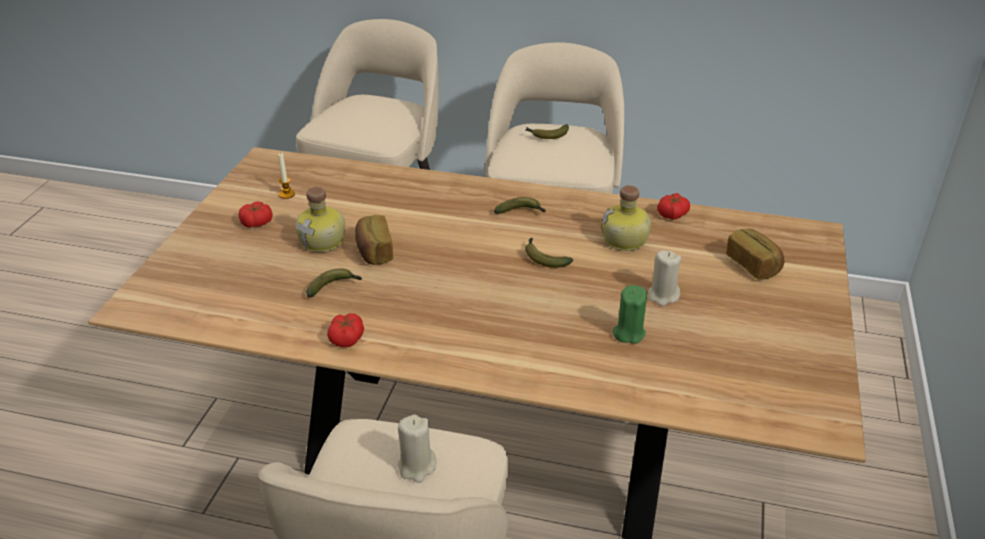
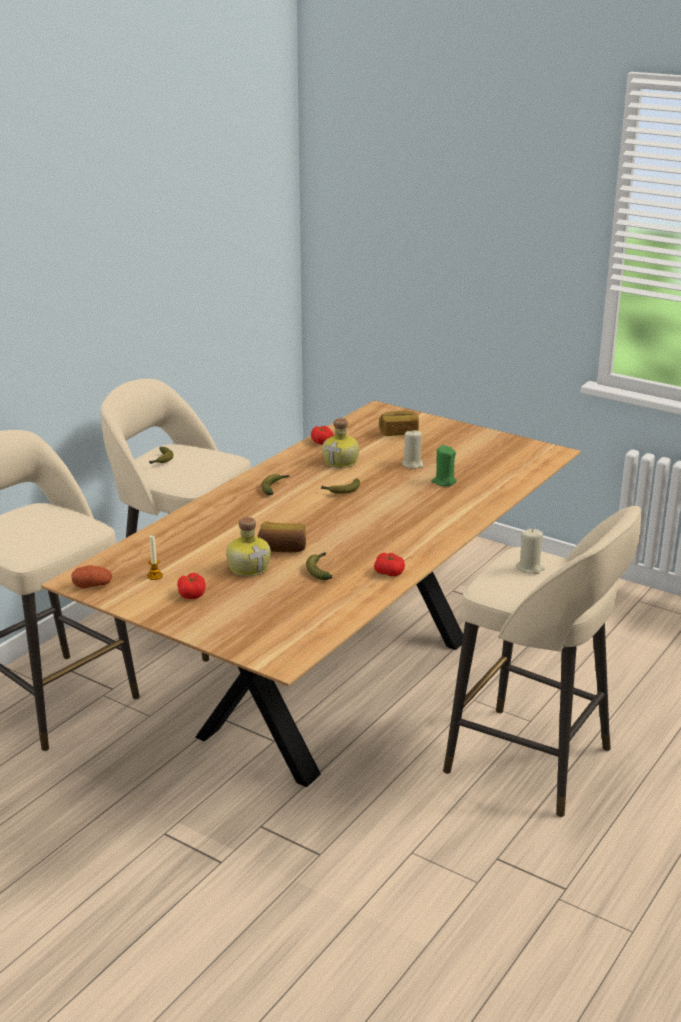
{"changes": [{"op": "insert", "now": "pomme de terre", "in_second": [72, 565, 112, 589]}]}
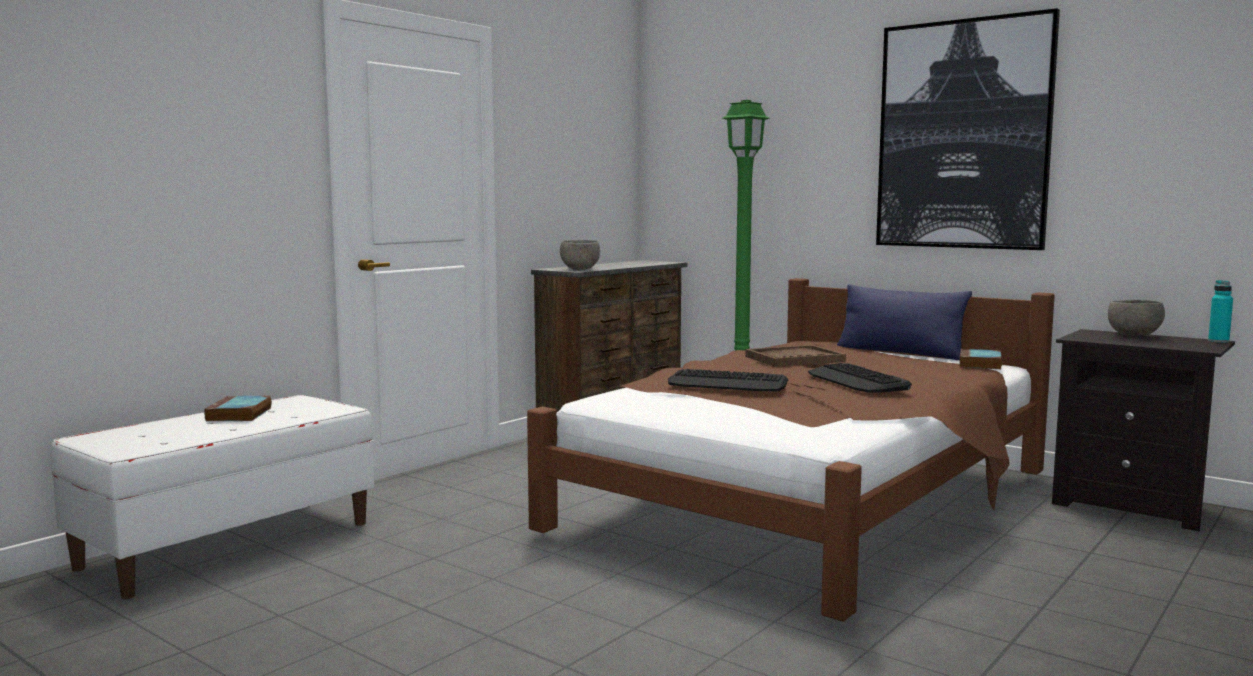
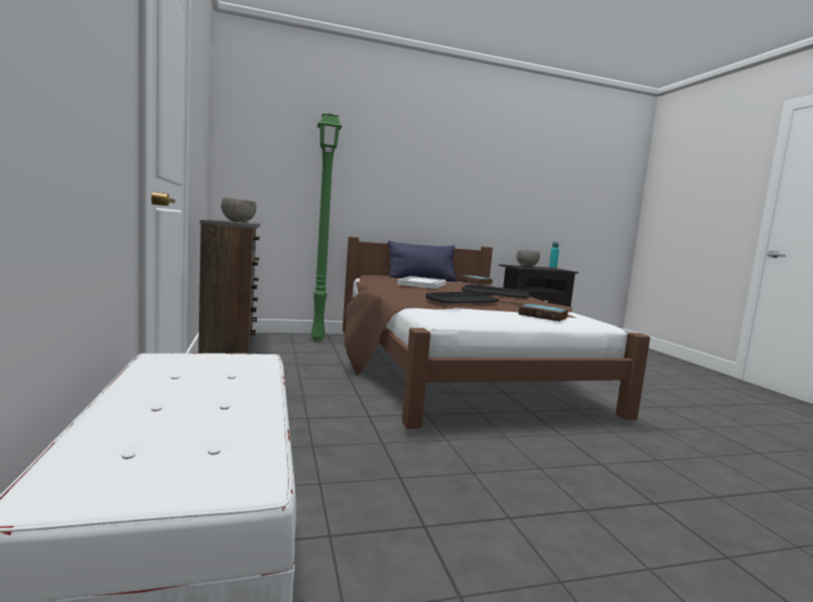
{"changes": [{"op": "delete", "was": "tableau", "in_first": [876, 8, 1060, 250]}, {"op": "move", "was": "livre", "in_first": [204, 396, 272, 421], "in_second": [518, 303, 569, 322]}, {"op": "recolor", "was": "plateau (marron)", "now": "plateau (blanc)", "in_first": [745, 345, 846, 367], "in_second": [397, 276, 446, 289]}]}
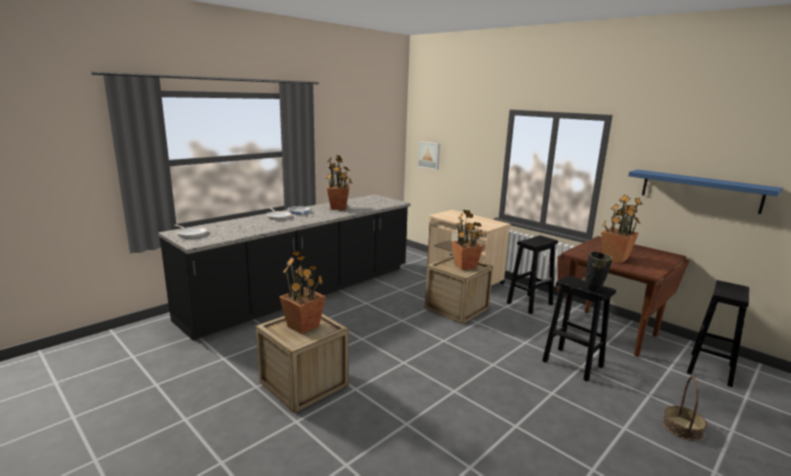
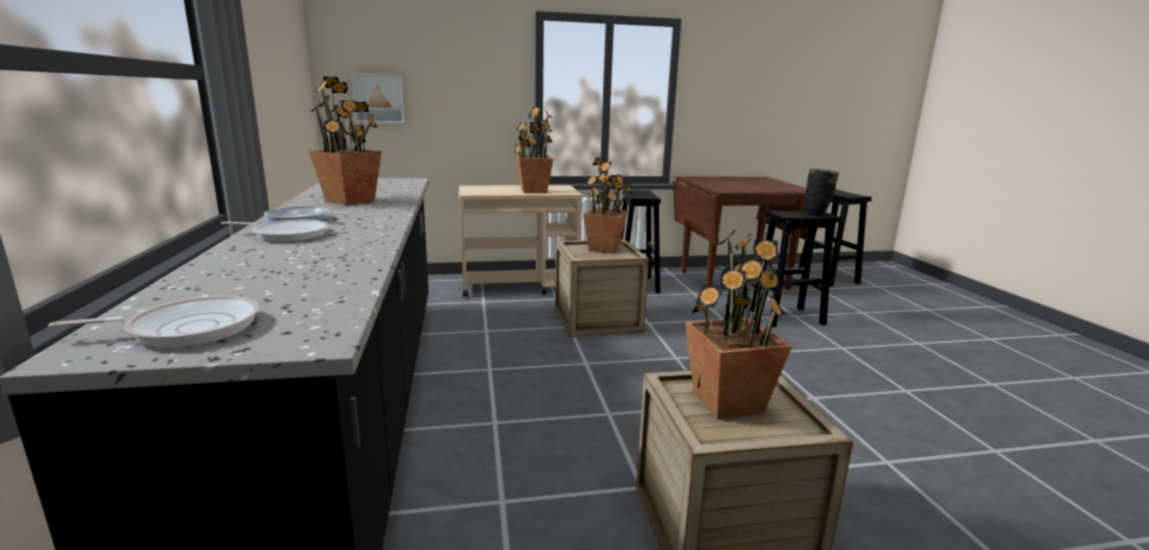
{"changes": [{"op": "delete", "was": "étagère (bleu)", "in_first": [628, 170, 782, 214]}, {"op": "delete", "was": "panier", "in_first": [662, 376, 707, 441]}, {"op": "move", "was": "plante en pot", "in_first": [601, 195, 643, 263], "in_second": [514, 107, 553, 193]}]}
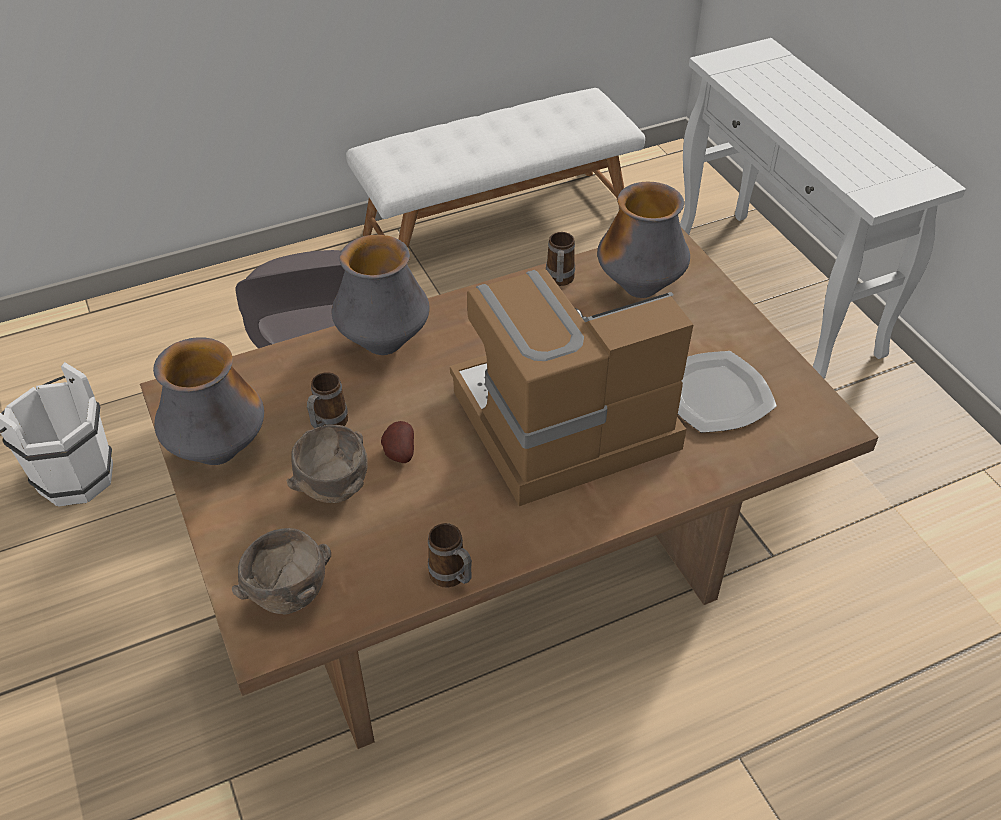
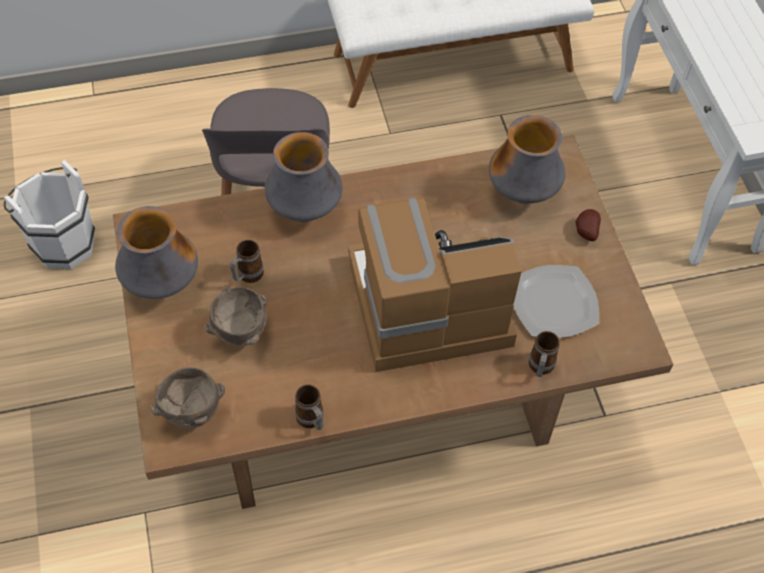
{"changes": [{"op": "move", "was": "pomme de terre", "in_first": [381, 421, 414, 463], "in_second": [576, 209, 601, 241]}, {"op": "move", "was": "mug", "in_first": [546, 232, 575, 286], "in_second": [529, 331, 560, 377]}]}
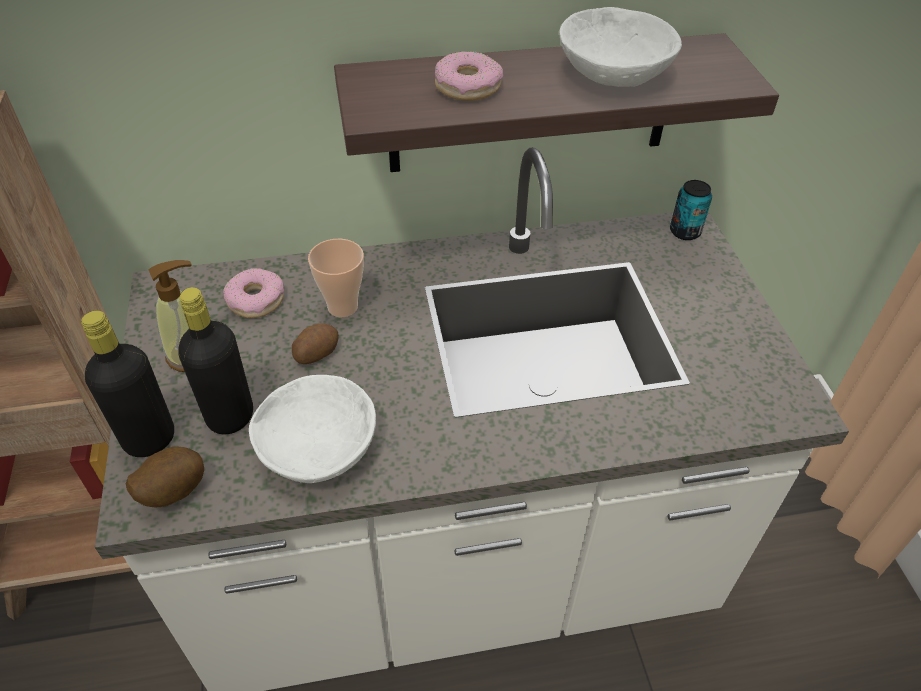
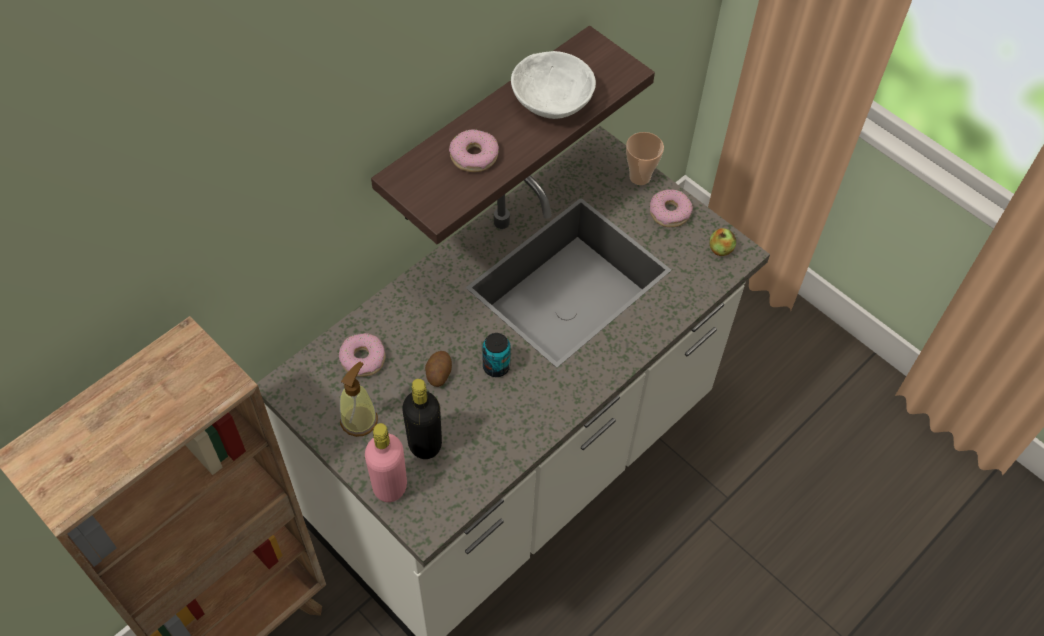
{"changes": [{"op": "delete", "was": "pomme de terre", "in_first": [126, 447, 204, 507]}, {"op": "delete", "was": "bol (blanc)", "in_first": [249, 375, 376, 483]}, {"op": "insert", "now": "beignet", "in_second": [650, 189, 693, 227]}, {"op": "insert", "now": "pomme", "in_second": [710, 228, 736, 256]}, {"op": "move", "was": "tasse", "in_first": [308, 239, 364, 317], "in_second": [626, 132, 664, 185]}, {"op": "move", "was": "boîte métallique", "in_first": [670, 180, 712, 240], "in_second": [482, 333, 511, 377]}, {"op": "recolor", "was": "bouteille (noir)", "now": "bouteille (rose)", "in_first": [81, 311, 174, 457], "in_second": [365, 423, 407, 502]}]}
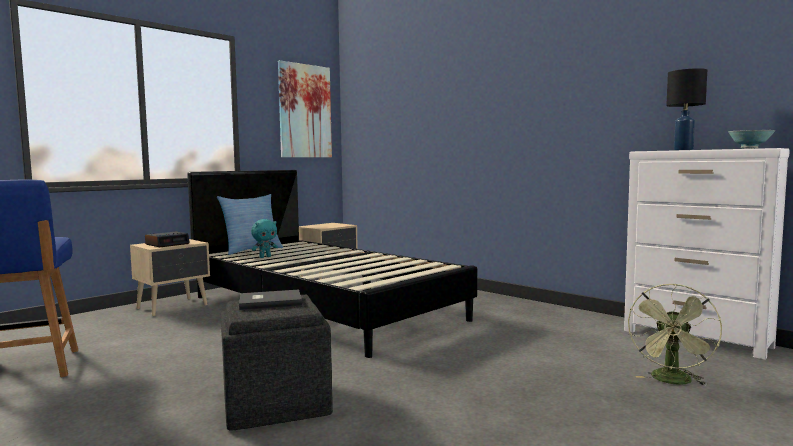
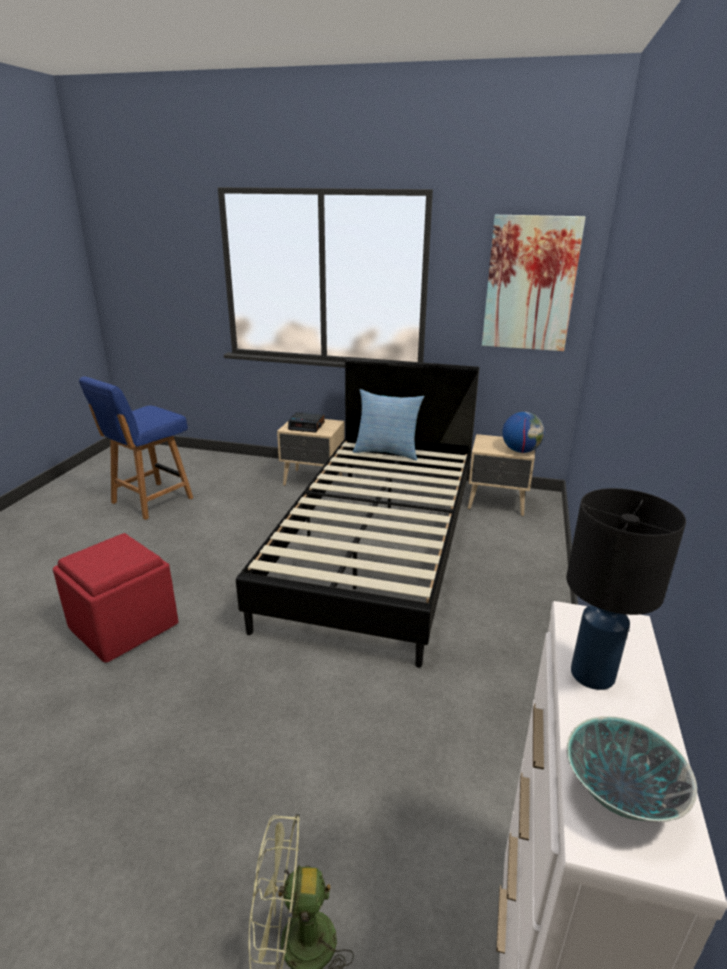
{"changes": [{"op": "delete", "was": "livre (gris)", "in_first": [239, 290, 302, 310]}, {"op": "delete", "was": "peluche (turquoise)", "in_first": [251, 219, 278, 258]}, {"op": "insert", "now": "globe", "in_second": [502, 412, 545, 453]}, {"op": "recolor", "was": "pouf (gris)", "now": "pouf (rouge)", "in_first": [221, 295, 333, 431], "in_second": [53, 533, 178, 662]}]}
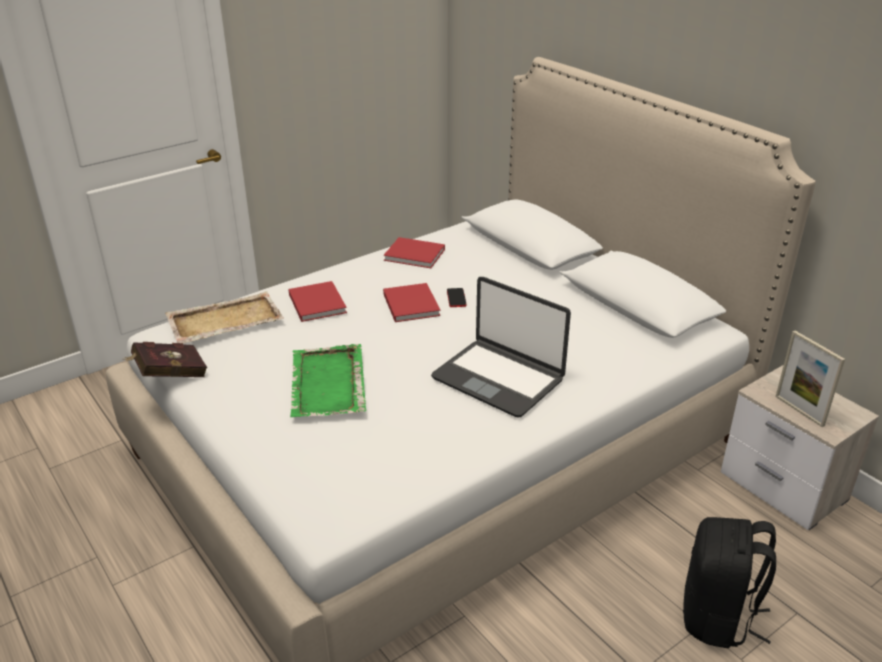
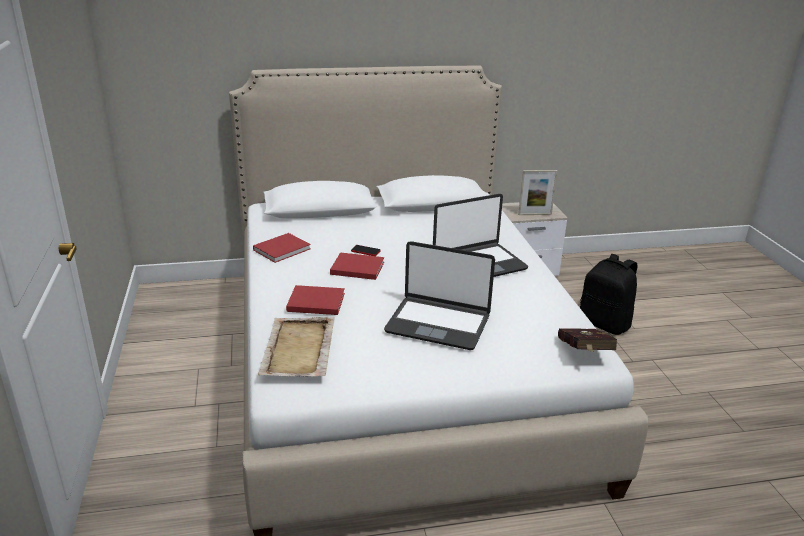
{"changes": [{"op": "move", "was": "livre (rouge)", "in_first": [124, 342, 207, 377], "in_second": [558, 328, 617, 352]}, {"op": "replace", "was": "plateau (vert)", "now": "ordinateur portable", "in_first": [290, 344, 366, 417], "in_second": [384, 241, 495, 350]}]}
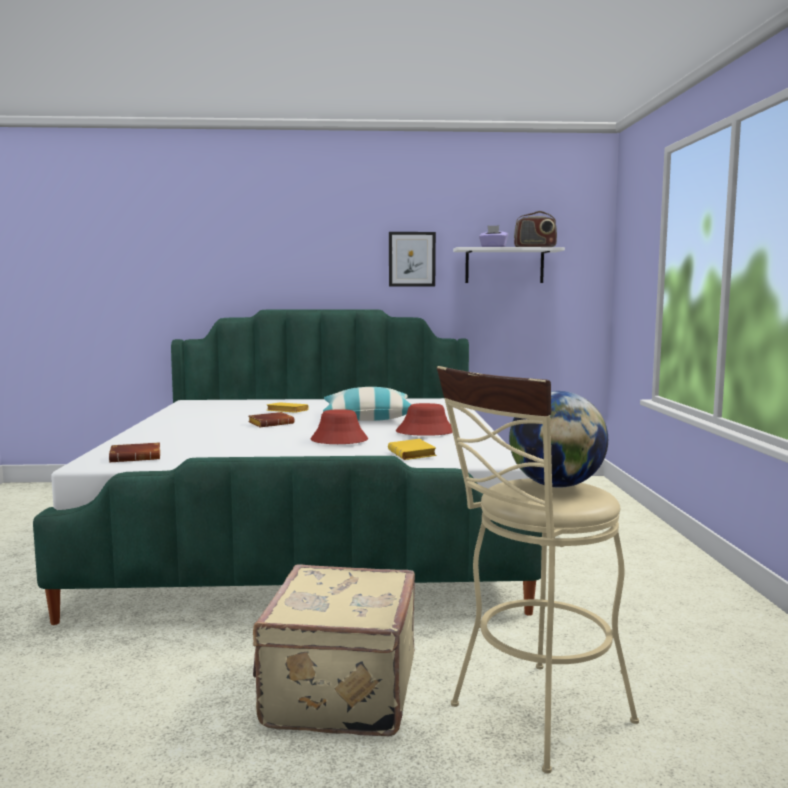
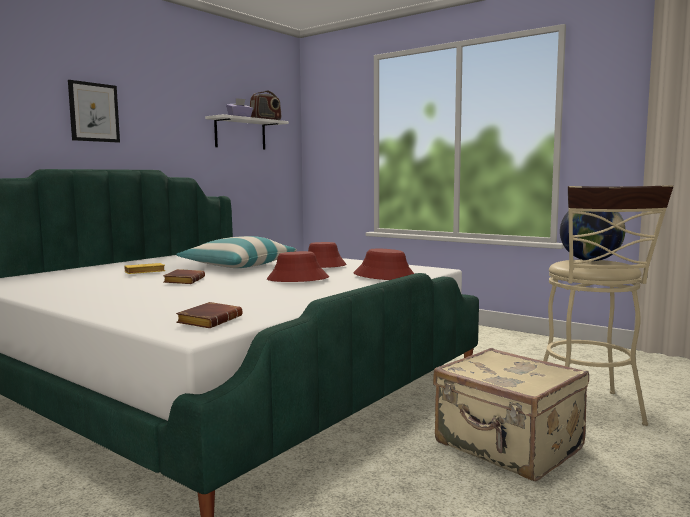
{"changes": [{"op": "move", "was": "tableau", "in_first": [389, 232, 436, 287], "in_second": [68, 80, 120, 143]}, {"op": "replace", "was": "livre (jaune)", "now": "chapeau (rouge)", "in_first": [388, 439, 437, 460], "in_second": [354, 249, 414, 280]}]}
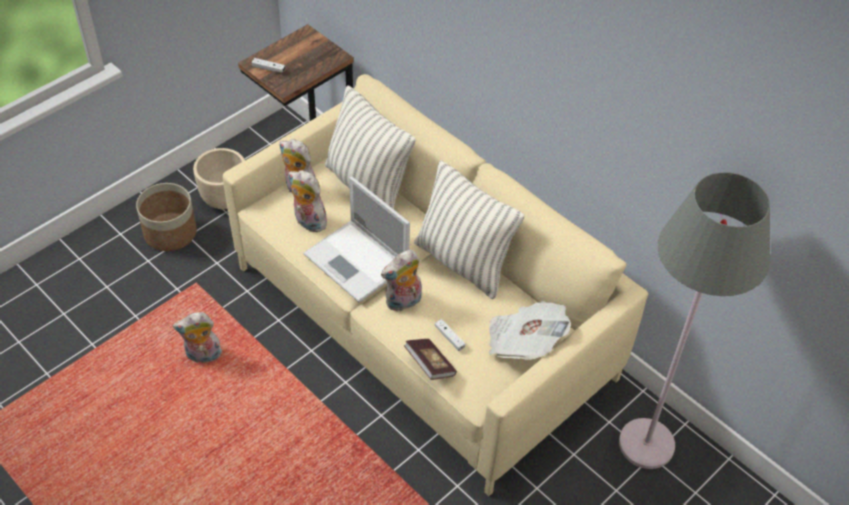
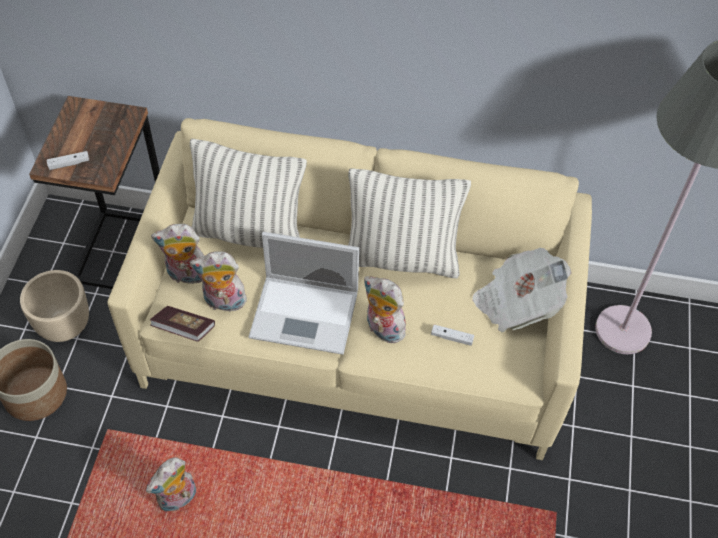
{"changes": [{"op": "move", "was": "livre", "in_first": [404, 339, 457, 380], "in_second": [150, 306, 215, 342]}, {"op": "rotate", "was": "peluche", "in_first": [381, 250, 422, 311], "in_second": [364, 276, 409, 344], "clockwise": 105}]}
